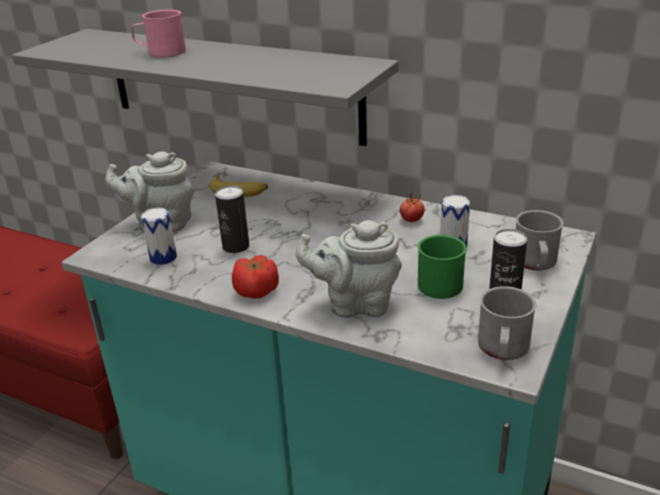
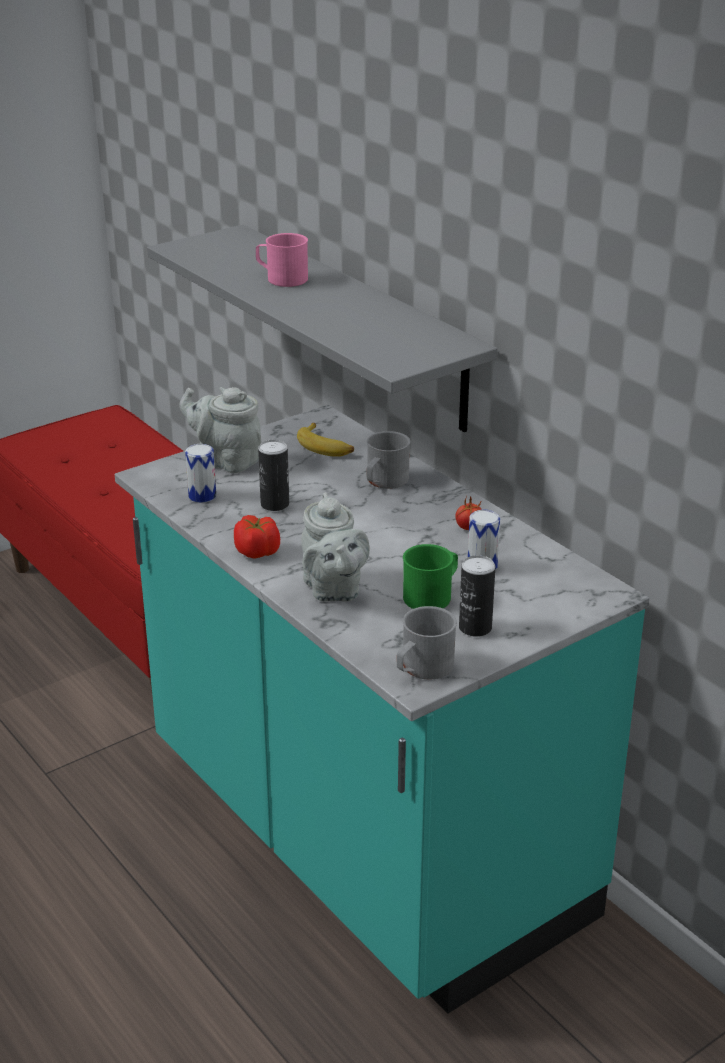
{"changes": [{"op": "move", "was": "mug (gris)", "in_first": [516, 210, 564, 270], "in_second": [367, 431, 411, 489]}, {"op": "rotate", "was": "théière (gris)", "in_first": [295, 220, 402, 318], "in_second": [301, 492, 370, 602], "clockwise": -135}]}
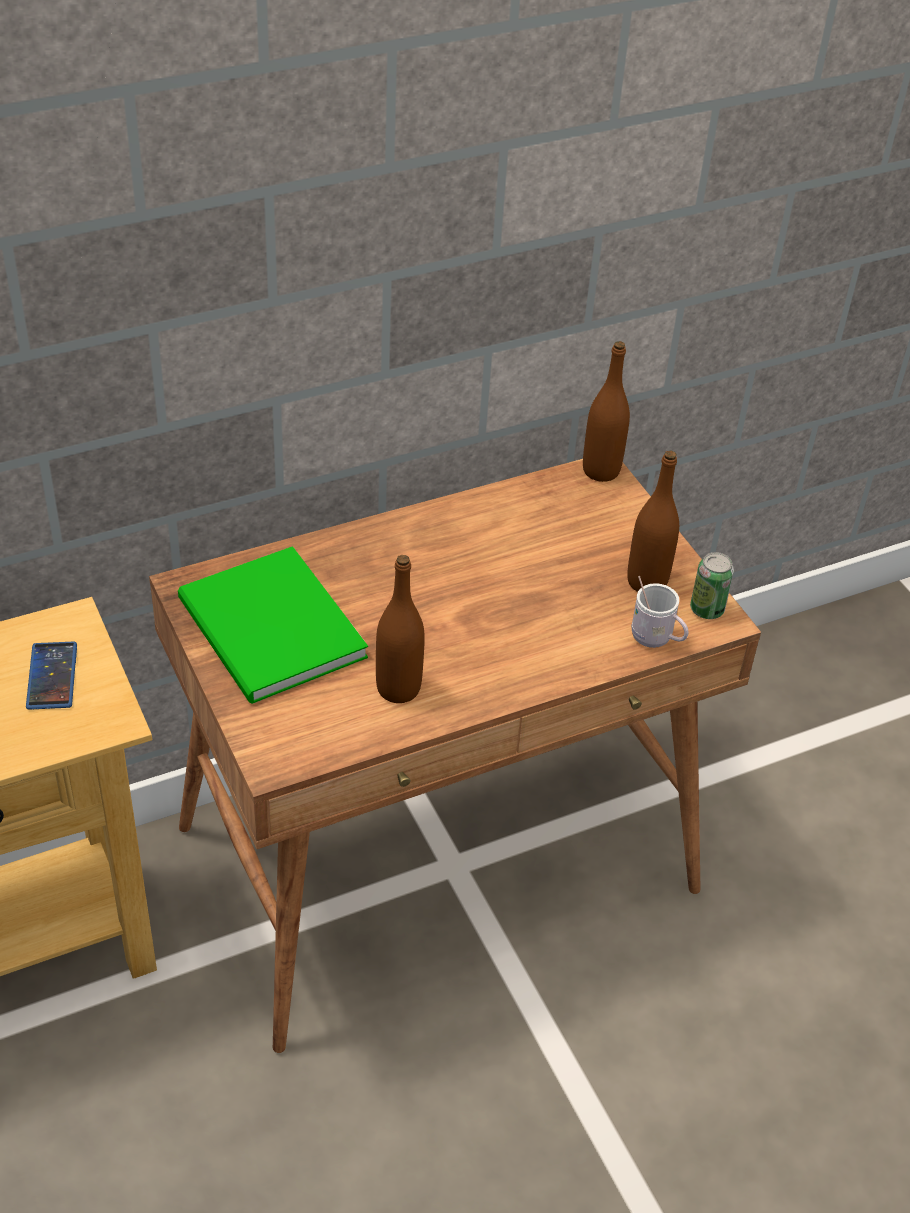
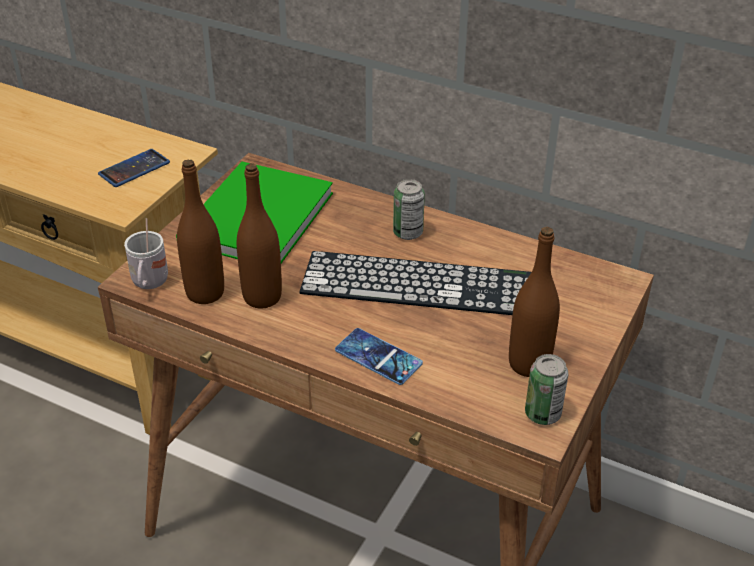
{"changes": [{"op": "insert", "now": "clavier", "in_second": [299, 251, 531, 315]}, {"op": "insert", "now": "téléphone", "in_second": [335, 328, 423, 385]}, {"op": "insert", "now": "boîte métallique", "in_second": [393, 179, 425, 240]}, {"op": "move", "was": "bouteille (marron)", "in_first": [583, 341, 630, 482], "in_second": [177, 159, 224, 304]}, {"op": "move", "was": "mug (blanc)", "in_first": [631, 576, 689, 648], "in_second": [124, 218, 168, 289]}]}
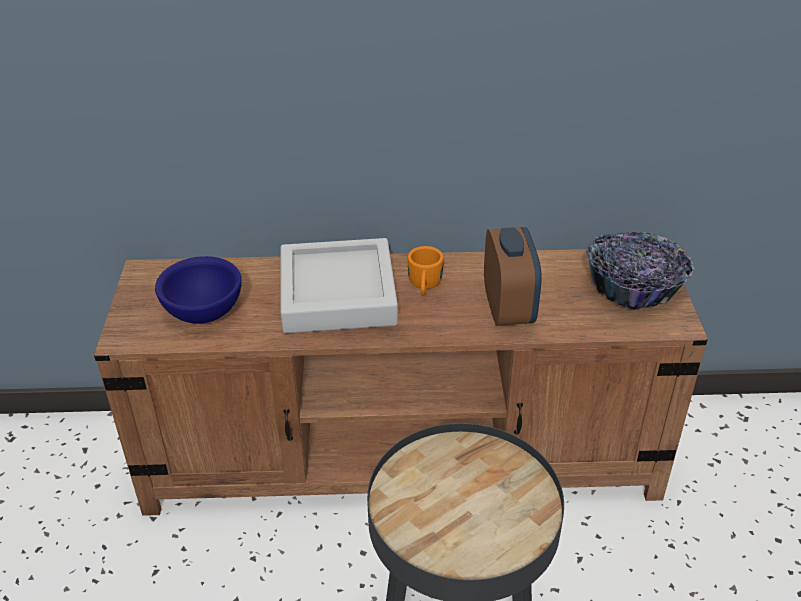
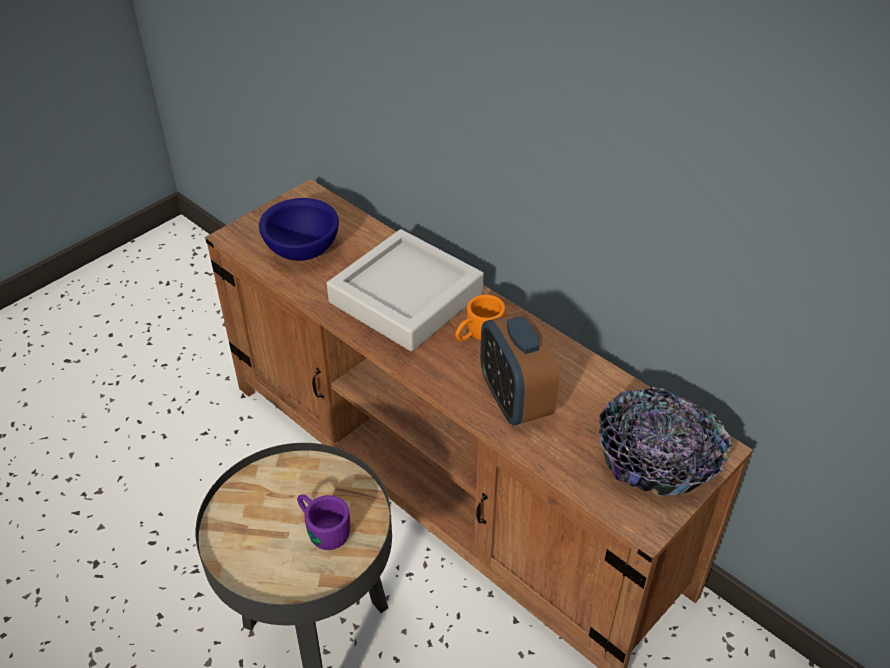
{"changes": [{"op": "insert", "now": "mug (violet)", "in_second": [297, 494, 350, 550]}, {"op": "rotate", "was": "réveil", "in_first": [484, 227, 542, 326], "in_second": [480, 311, 559, 426], "clockwise": 120}]}
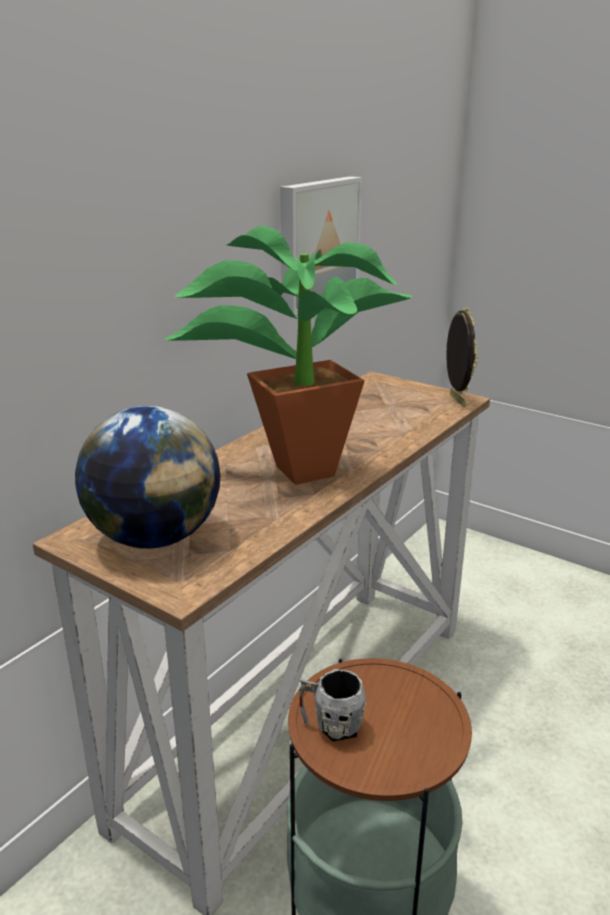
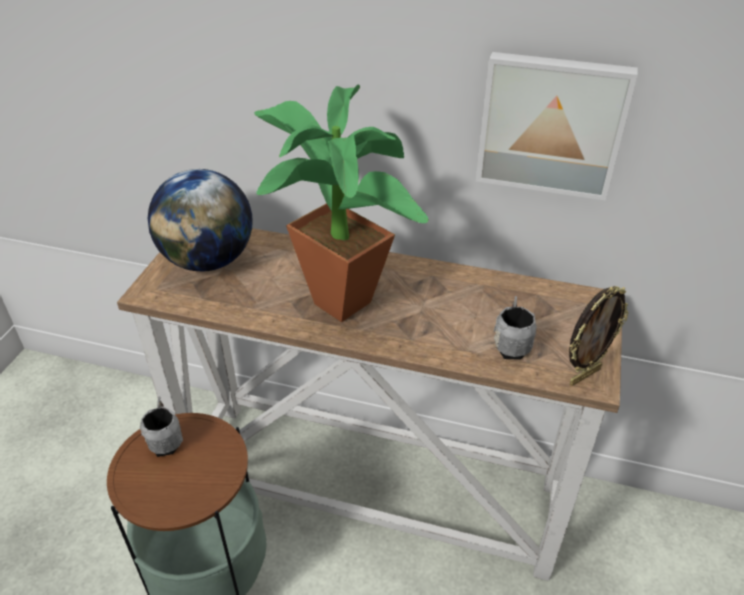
{"changes": [{"op": "insert", "now": "mug (gris)", "in_second": [493, 296, 536, 360]}]}
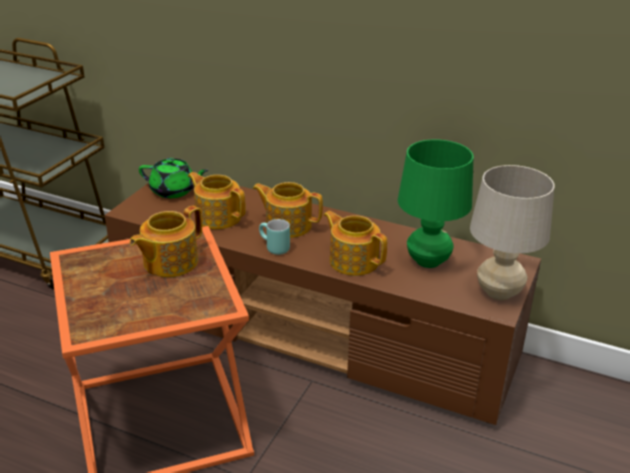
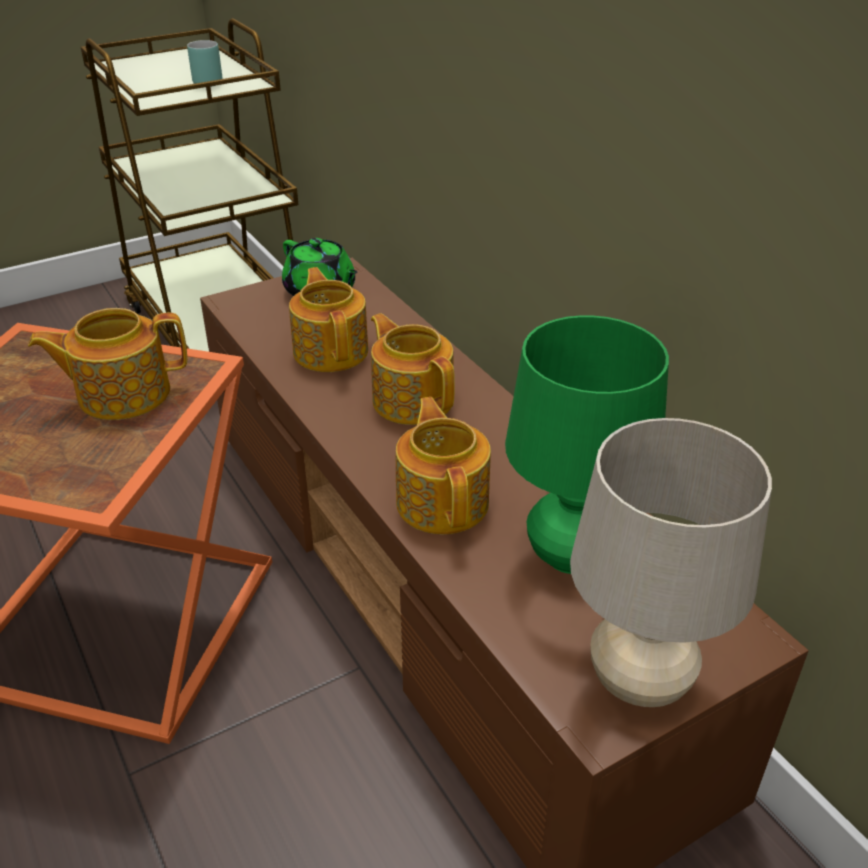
{"changes": [{"op": "move", "was": "mug (turquoise)", "in_first": [259, 219, 290, 255], "in_second": [187, 40, 223, 87]}]}
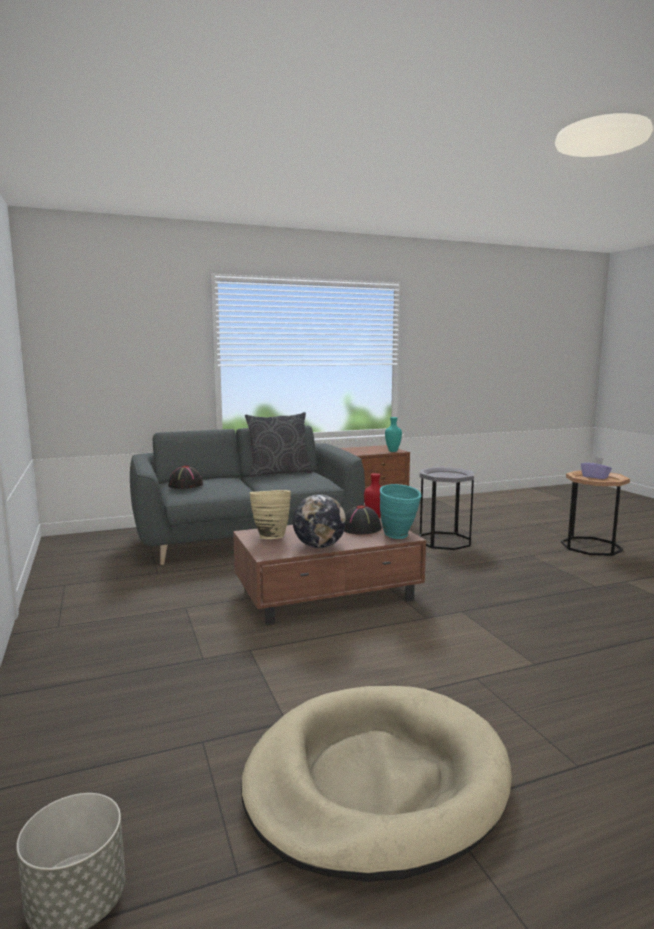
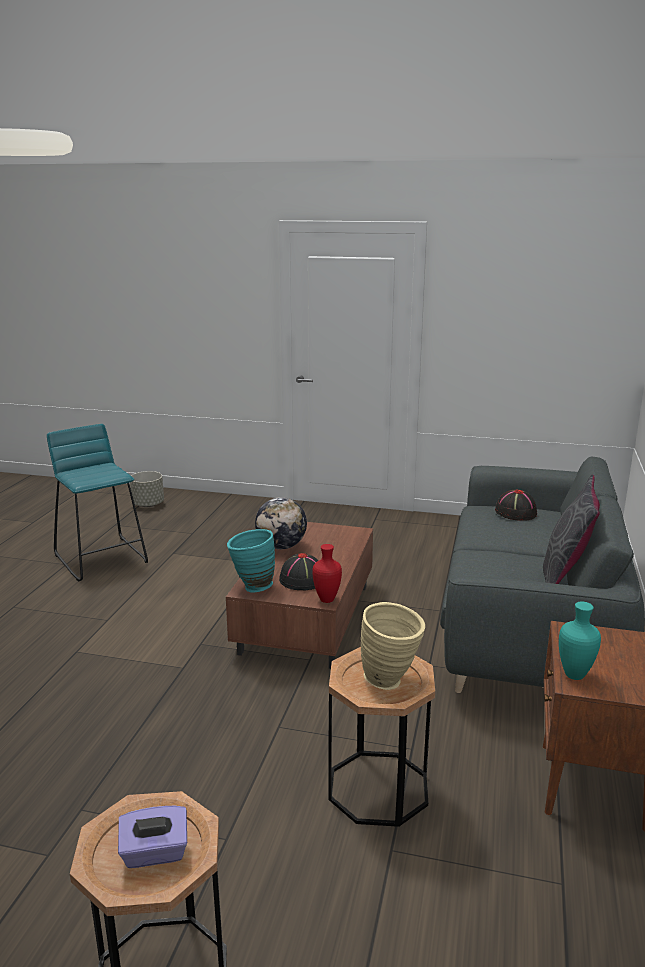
{"changes": [{"op": "move", "was": "vase (beige)", "in_first": [249, 490, 291, 539], "in_second": [361, 602, 425, 690]}, {"op": "replace", "was": "panier pour chien (beige)", "now": "tabouret (turquoise)", "in_first": [241, 686, 512, 882], "in_second": [47, 424, 148, 582]}, {"op": "recolor", "was": "table d'appoint (gris)", "now": "table d'appoint (marron)", "in_first": [419, 467, 474, 550], "in_second": [328, 647, 435, 827]}]}
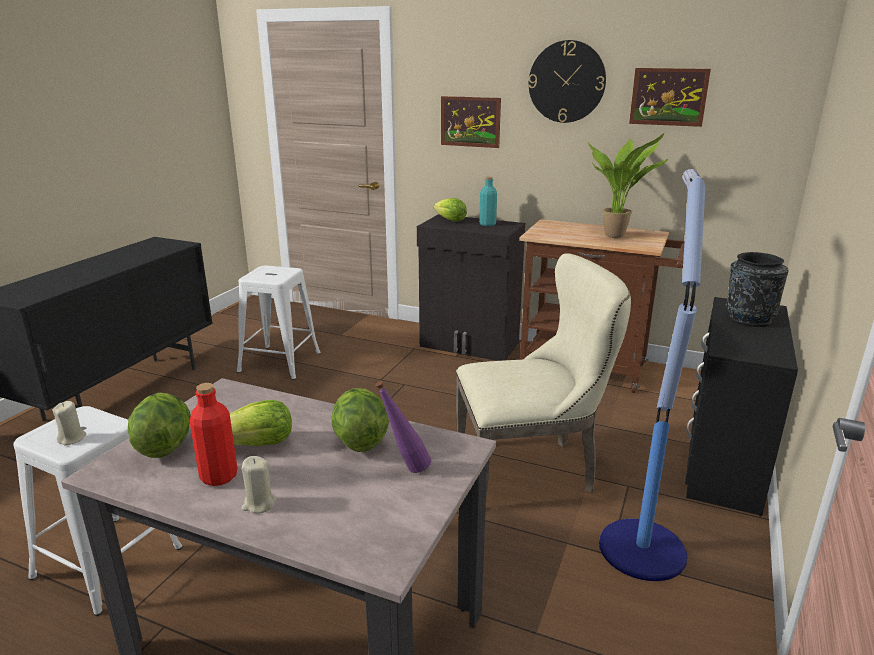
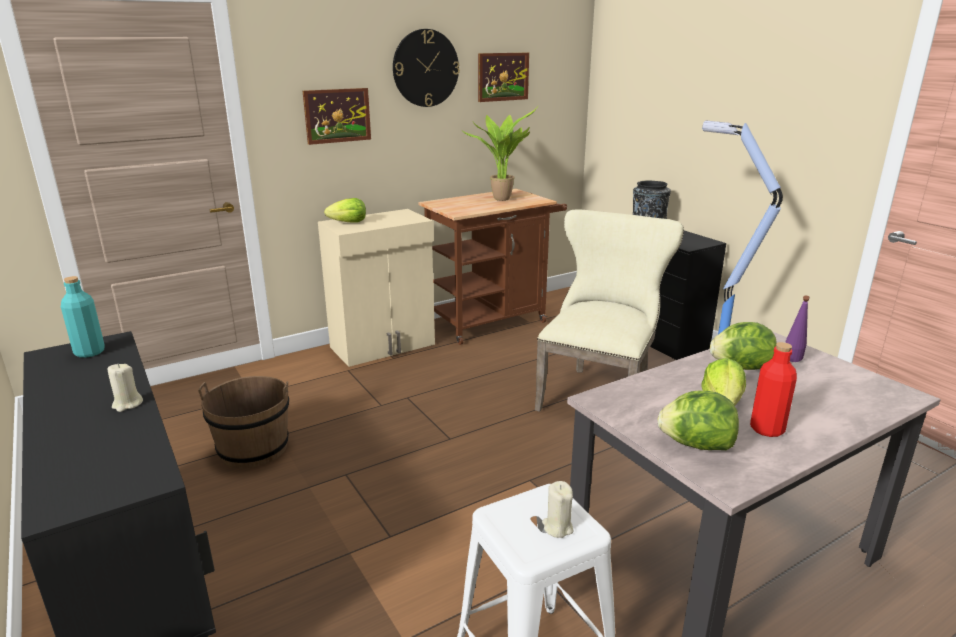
{"changes": [{"op": "move", "was": "bougie (beige)", "in_first": [242, 456, 277, 514], "in_second": [108, 364, 143, 412]}, {"op": "move", "was": "bouteille (turquoise)", "in_first": [479, 176, 497, 226], "in_second": [61, 276, 105, 358]}, {"op": "replace", "was": "tabouret (blanc)", "now": "seau (marron)", "in_first": [237, 265, 321, 380], "in_second": [198, 376, 289, 468]}, {"op": "recolor", "was": "meuble de rangement (noir)", "now": "meuble de rangement (beige)", "in_first": [417, 214, 525, 361], "in_second": [318, 209, 435, 367]}]}
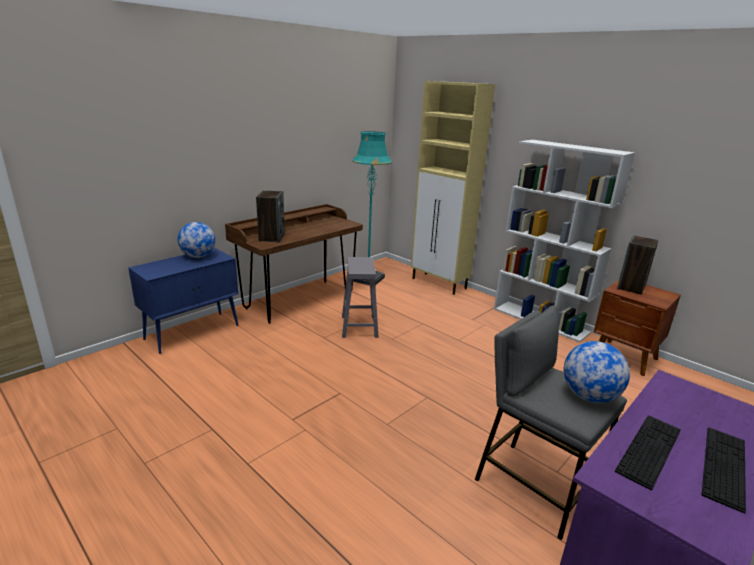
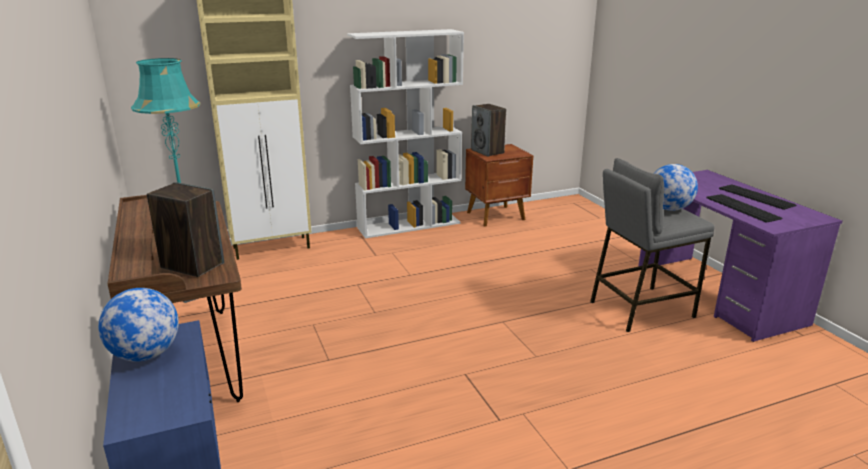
{"changes": [{"op": "delete", "was": "tabouret (gris)", "in_first": [342, 257, 379, 338]}]}
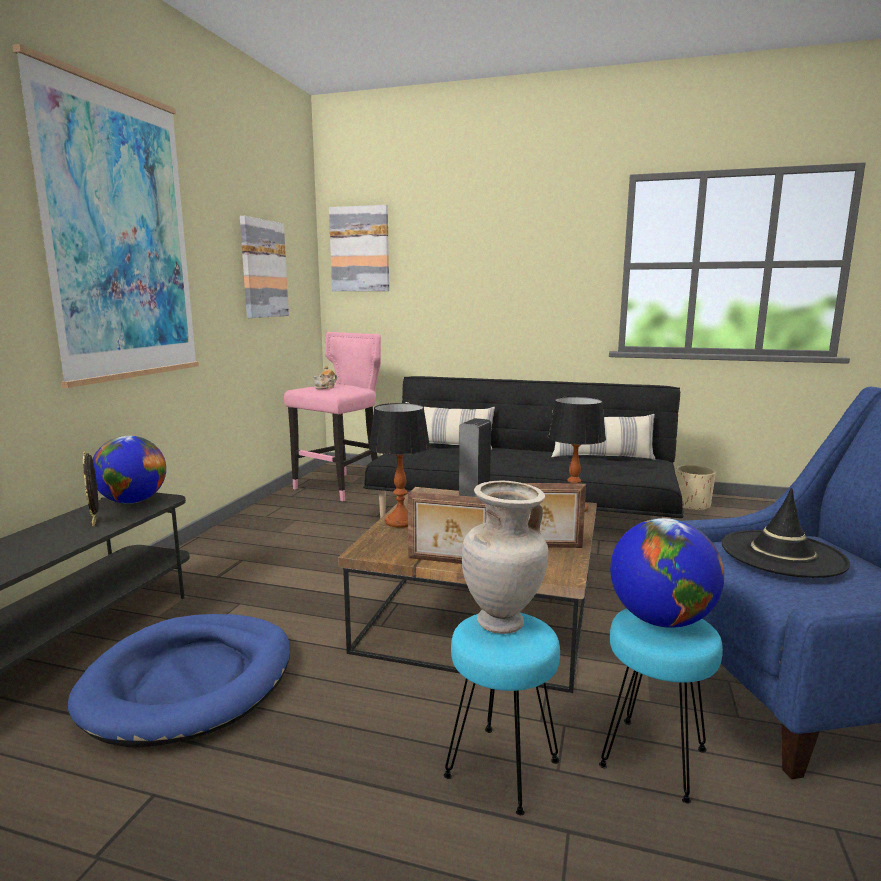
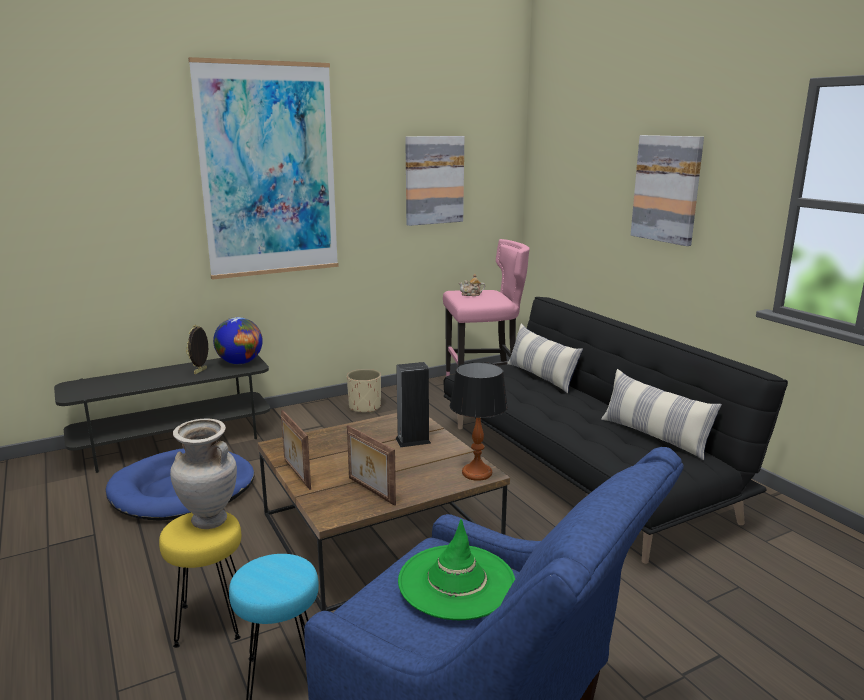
{"changes": [{"op": "delete", "was": "lampe de table", "in_first": [369, 403, 430, 528]}, {"op": "delete", "was": "globe", "in_first": [610, 518, 724, 628]}, {"op": "move", "was": "tableau", "in_first": [329, 205, 389, 291], "in_second": [631, 135, 704, 246]}, {"op": "move", "was": "cache-pot (beige)", "in_first": [676, 465, 716, 512], "in_second": [347, 369, 381, 413]}, {"op": "recolor", "was": "tabouret (turquoise)", "now": "tabouret (jaune)", "in_first": [444, 612, 560, 815], "in_second": [159, 512, 241, 648]}, {"op": "recolor", "was": "chapeau (noir)", "now": "chapeau (vert)", "in_first": [721, 488, 850, 578], "in_second": [398, 519, 515, 620]}]}
